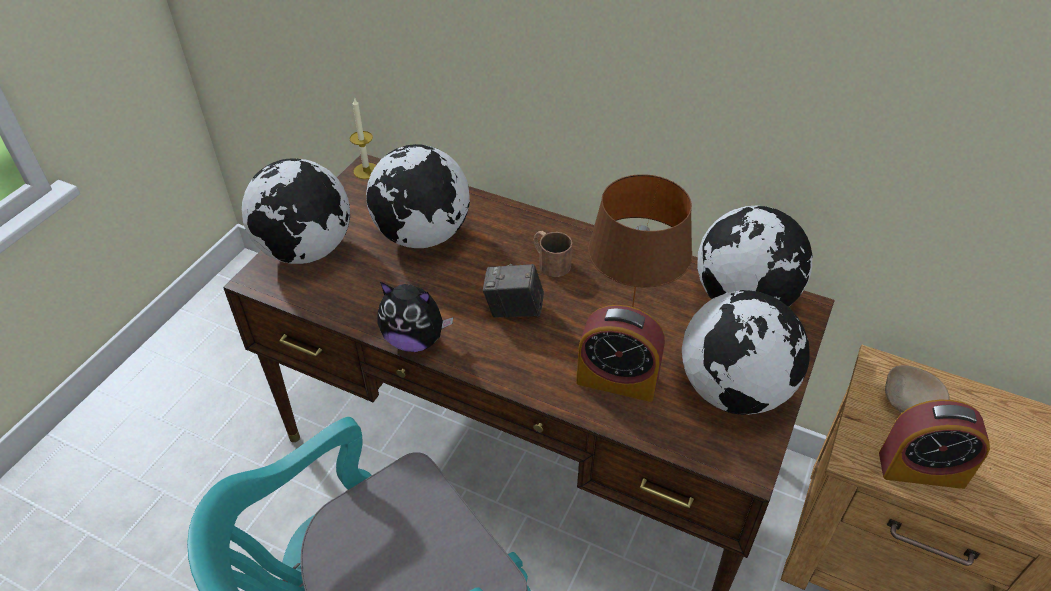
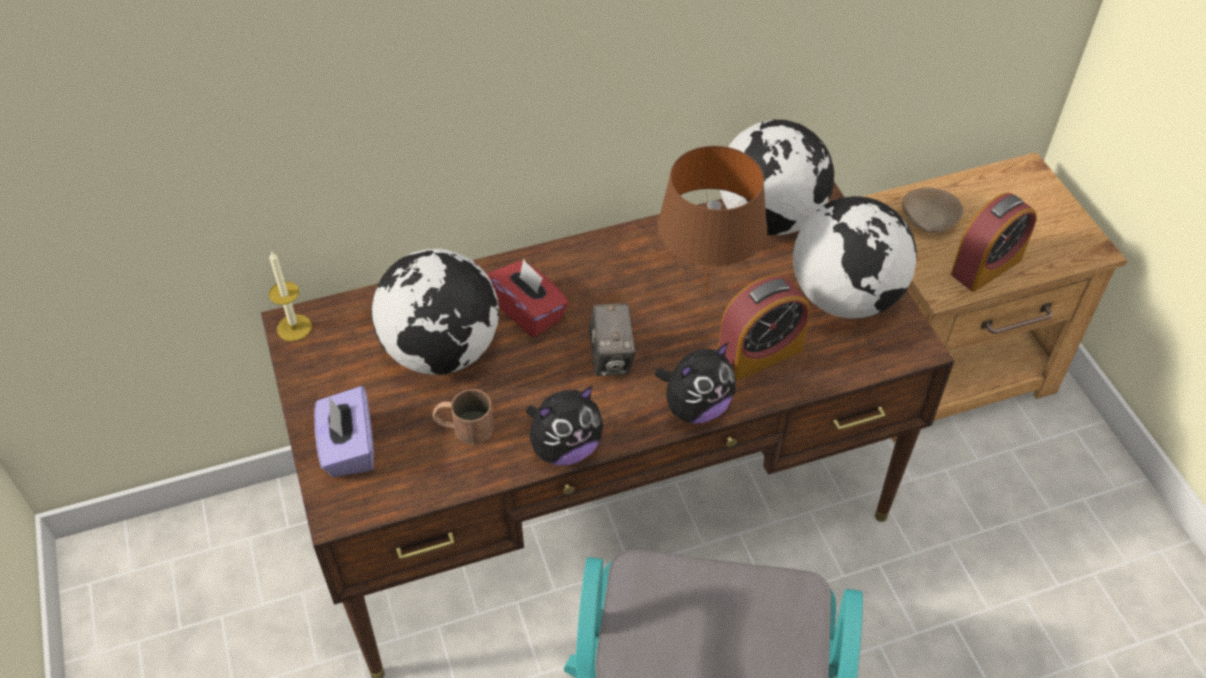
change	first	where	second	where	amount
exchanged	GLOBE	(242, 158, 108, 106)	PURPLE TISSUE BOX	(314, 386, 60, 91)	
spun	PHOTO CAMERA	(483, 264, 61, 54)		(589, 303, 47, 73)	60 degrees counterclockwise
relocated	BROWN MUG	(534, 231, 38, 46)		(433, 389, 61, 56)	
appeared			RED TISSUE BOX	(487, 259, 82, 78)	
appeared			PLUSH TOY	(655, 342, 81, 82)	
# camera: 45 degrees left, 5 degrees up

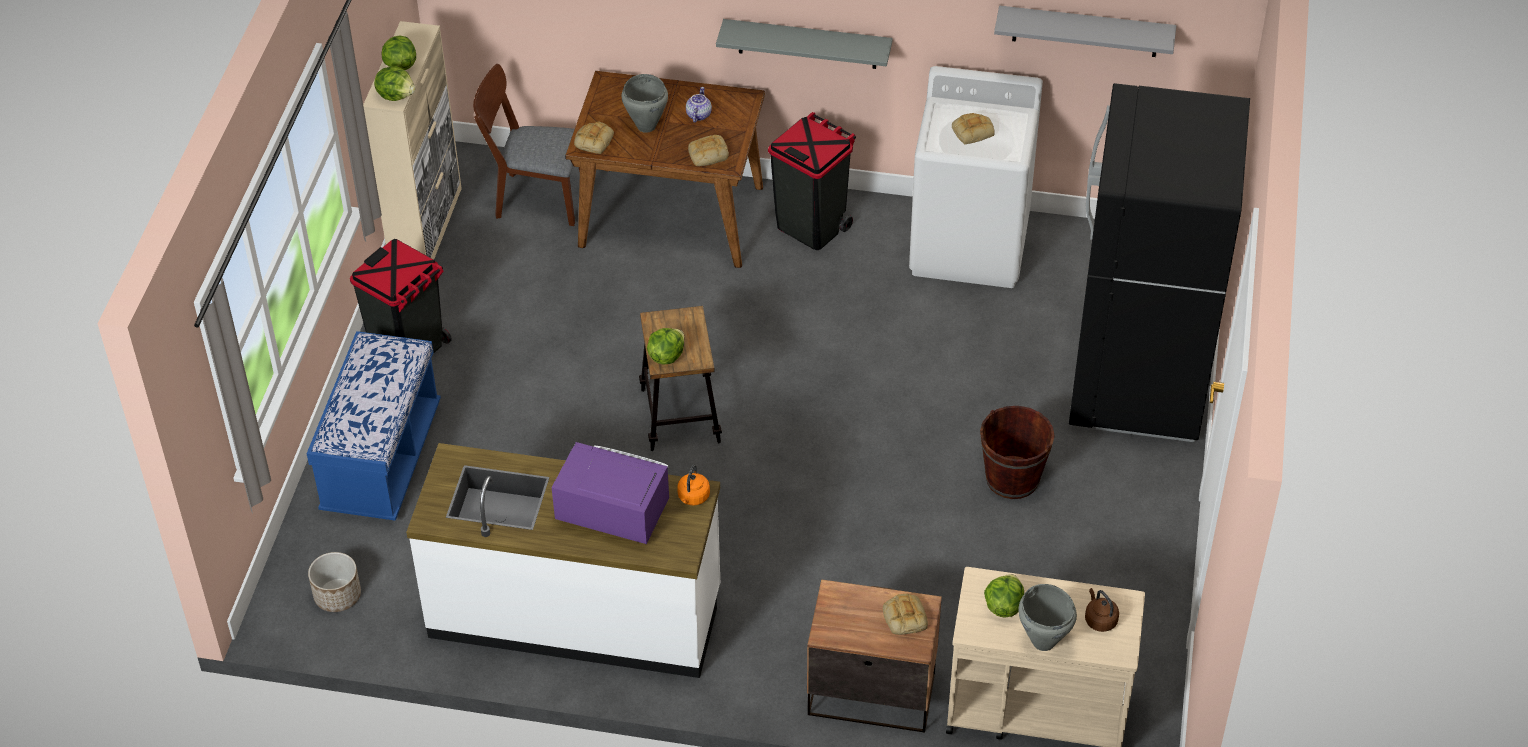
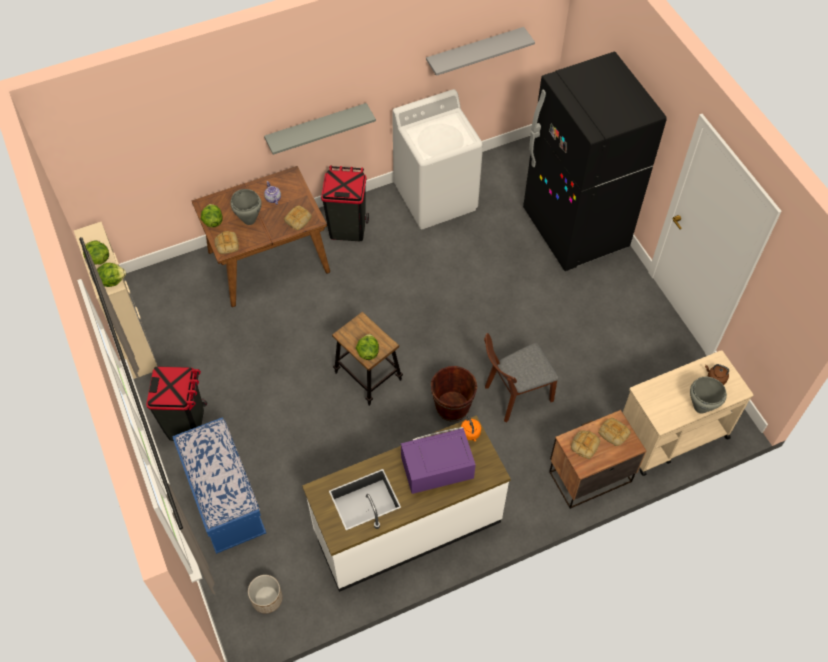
change	first	where	second	where	amount
relocated	BROWN CHAIR	(473, 64, 107, 162)		(484, 333, 75, 90)	
relocated	BREAD	(952, 113, 43, 31)		(571, 430, 29, 29)	
relocated	BROWN BUCKET	(980, 406, 75, 93)		(431, 366, 46, 56)	
relocated	LETTUCE	(984, 574, 40, 44)		(201, 204, 22, 23)	
# camera: 35 degrees left, 10 degrees up

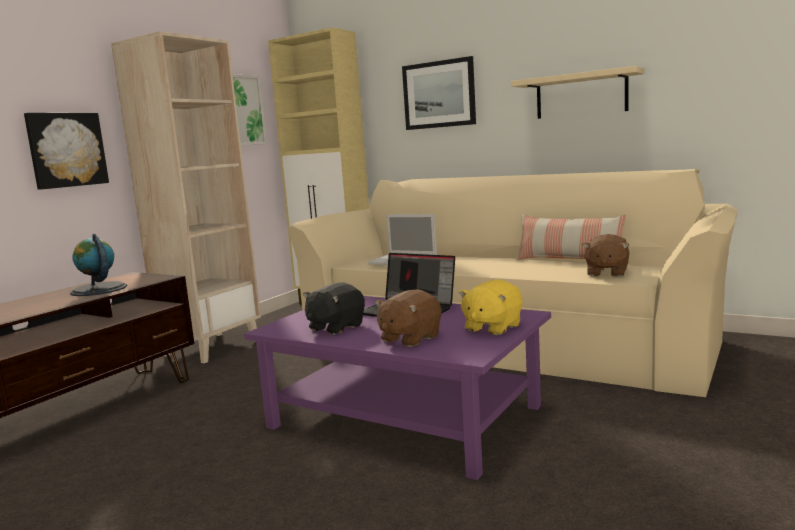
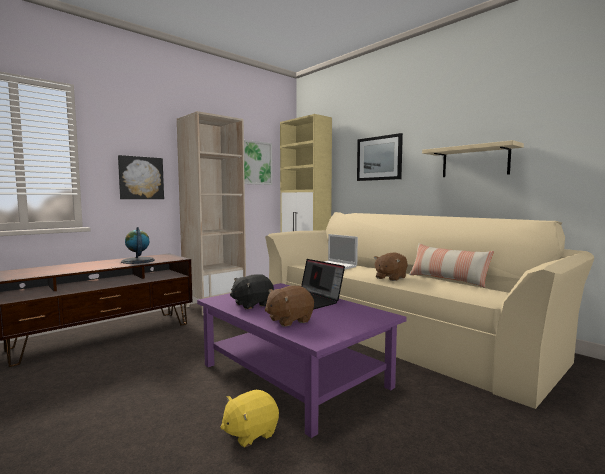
change	first	where	second	where	amount
relocated	YELLOW PLUSH TOY	(459, 280, 64, 55)		(220, 390, 59, 58)	
relocated	BROWN PLUSH TOY	(582, 234, 47, 43)		(374, 253, 34, 28)	
# camera: 15 degrees right, 5 degrees down

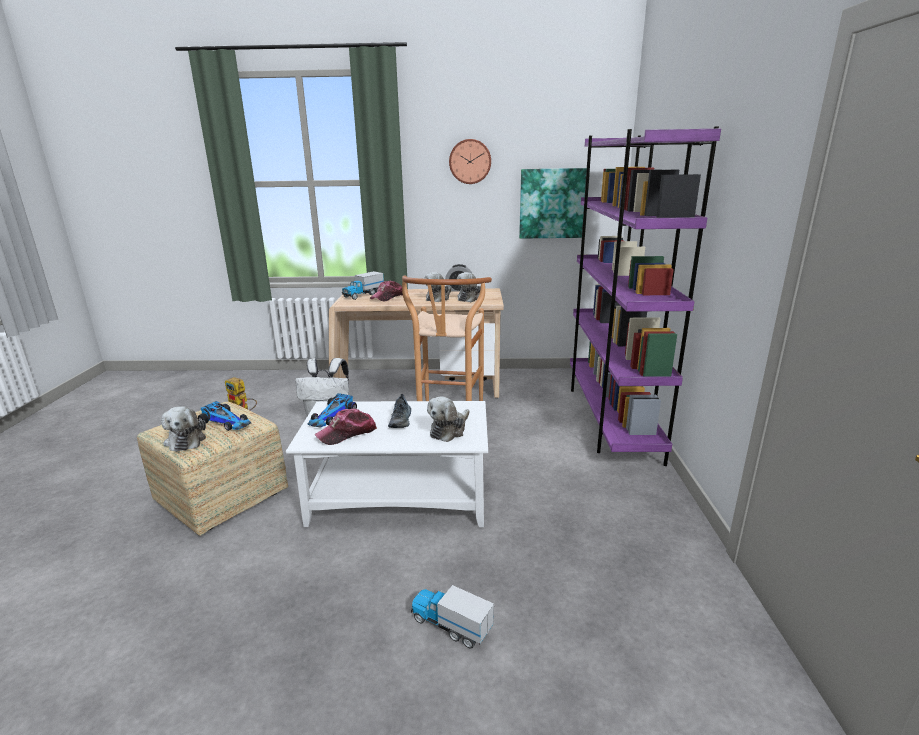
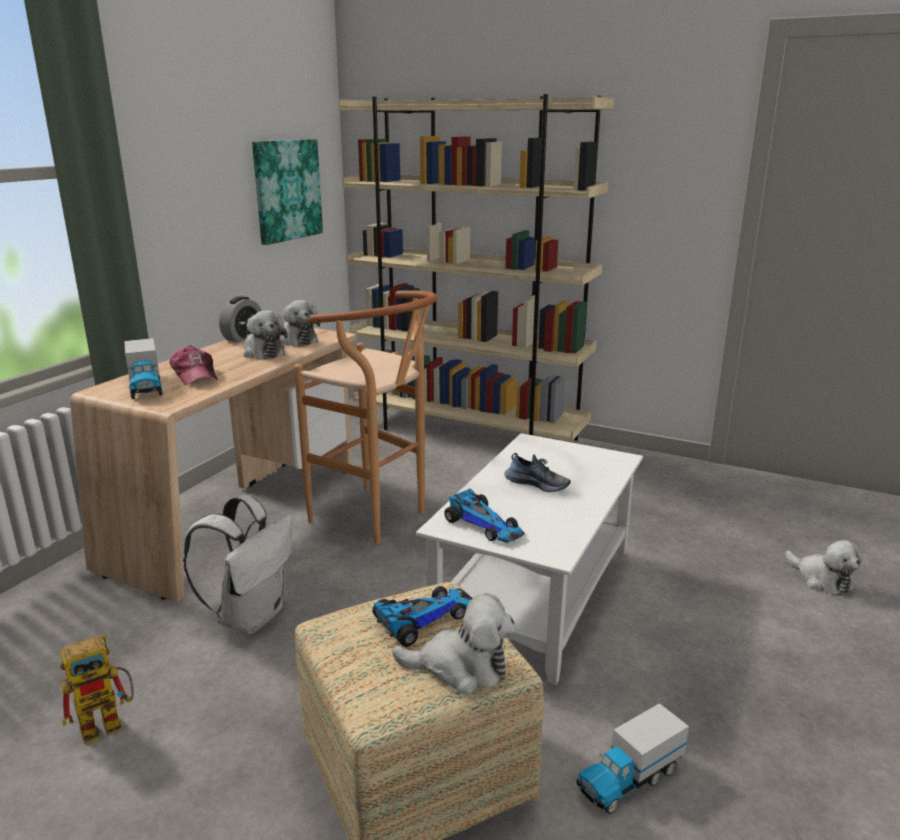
change	first	where	second	where	amount
missing	CAP	(314, 409, 63, 36)			
relocated	TOY TRUCK	(411, 585, 83, 63)		(576, 703, 113, 111)	
relocated	PLUSH TOY	(427, 396, 42, 46)		(785, 540, 77, 55)	
missing	WALL CLOCK	(449, 139, 42, 45)			
colour	PURPLE BOOKCASE	(570, 126, 151, 340)	BEIGE BOOKCASE	(338, 94, 277, 347)	
# camera: 65 degrees left, 0 degrees up

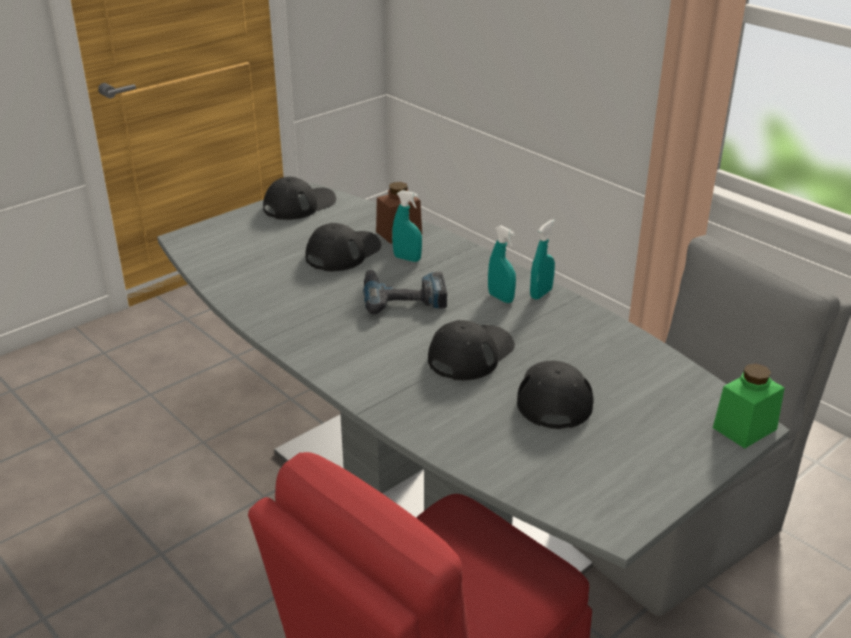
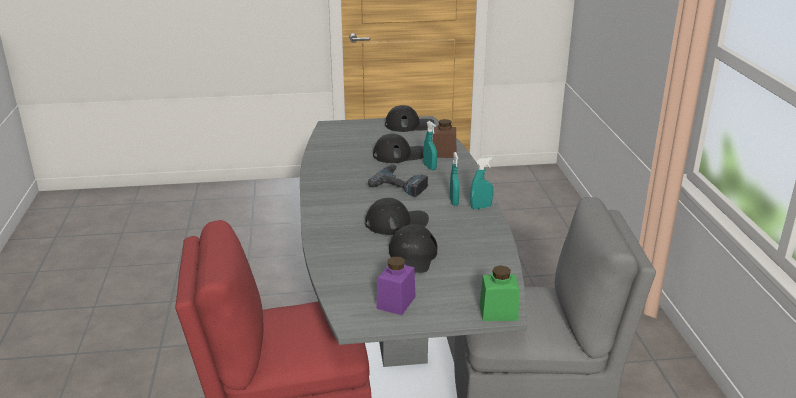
change	first	where	second	where	amount
spun	BLACK CAP	(517, 361, 77, 68)		(389, 224, 49, 49)	150 degrees clockwise
appeared			PURPLE JAR	(376, 257, 40, 58)	
# camera: 35 degrees right, 5 degrees down

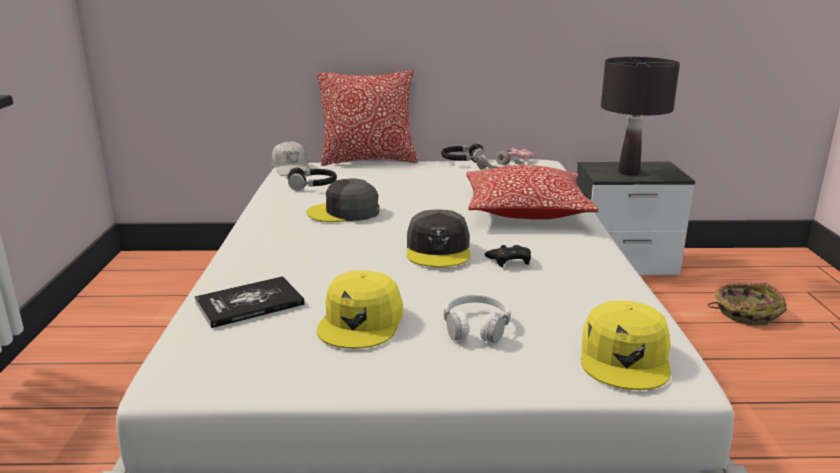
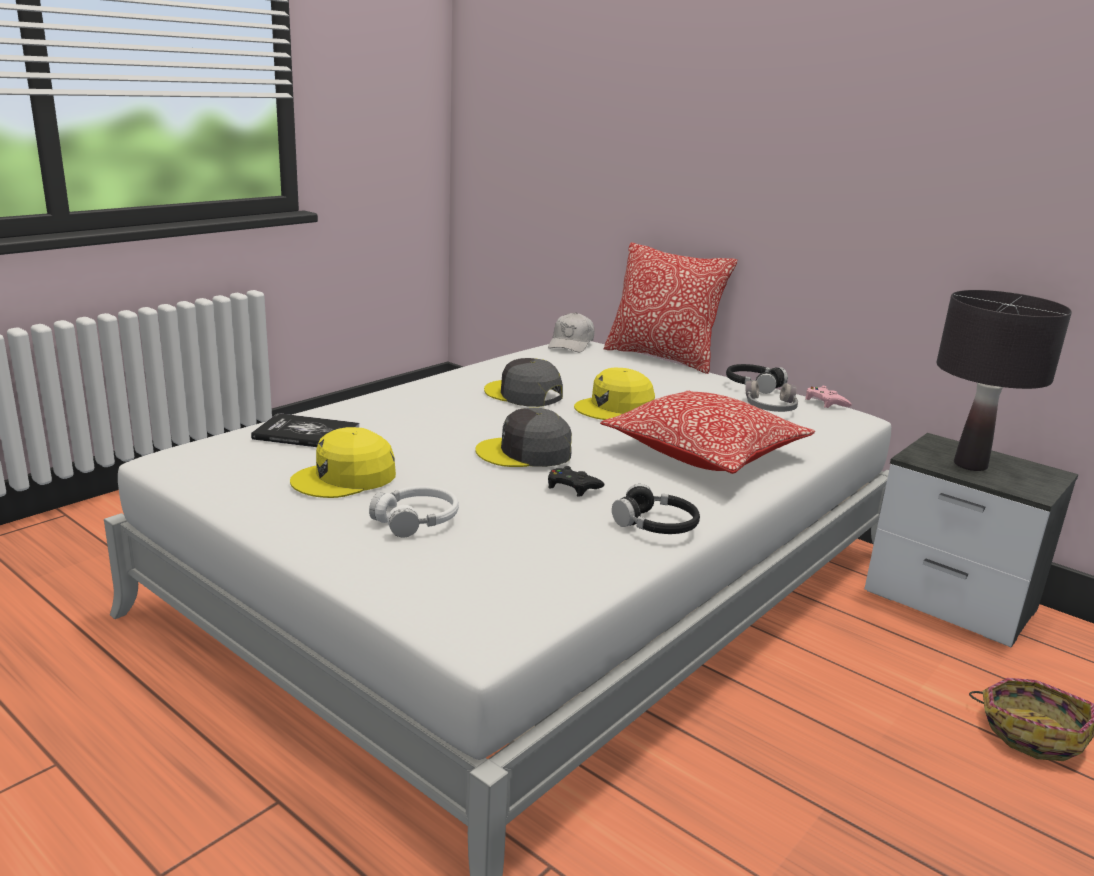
change	first	where	second	where	amount
relocated	BLACK HEADPHONES	(287, 167, 50, 24)		(612, 484, 88, 50)	
spun	GREY CAP	(407, 209, 63, 58)		(475, 408, 97, 59)	45 degrees clockwise
relocated	YELLOW CAP	(581, 301, 90, 89)		(574, 368, 81, 52)	
# camera: 40 degrees right, 0 degrees up

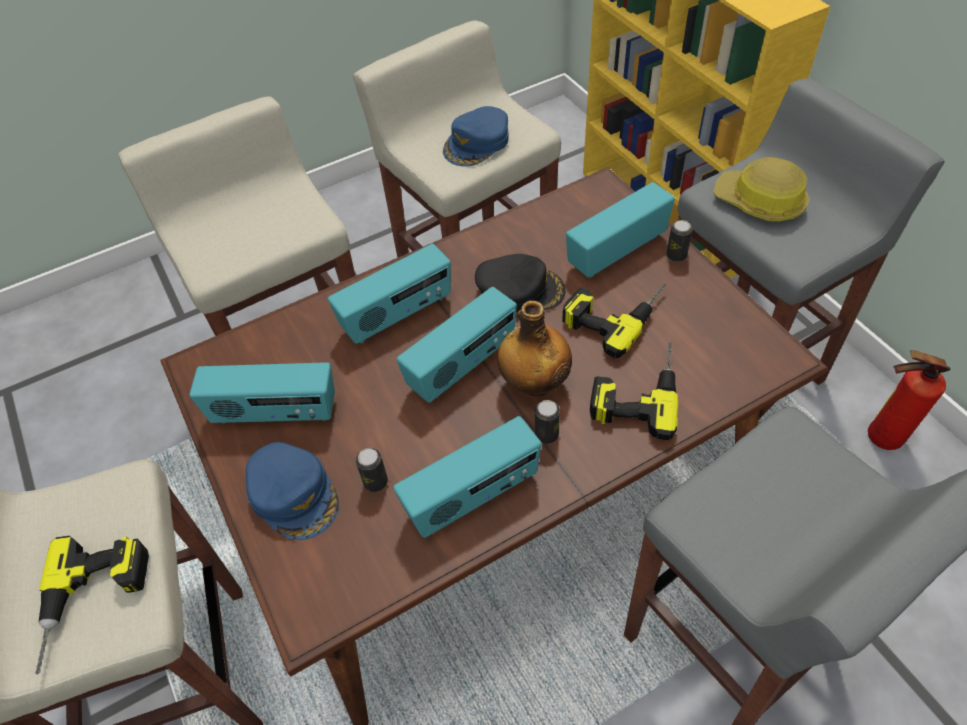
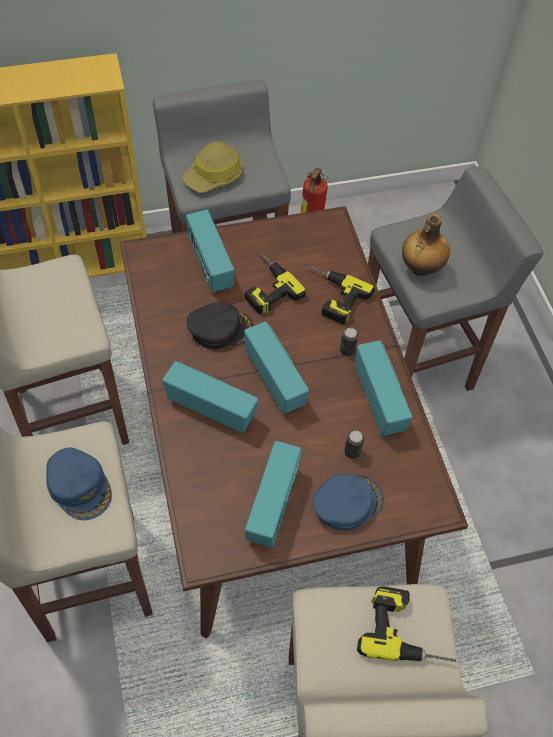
change	first	where	second	where	amount
spun	RADIO	(328, 244, 123, 100)		(162, 361, 96, 72)	45 degrees counterclockwise
relocated	BLUE CAP	(443, 106, 66, 61)		(46, 447, 66, 73)	
spun	BLACK CAP	(475, 254, 91, 58)		(187, 302, 67, 47)	60 degrees clockwise
relocated	BOTTLE	(497, 301, 75, 95)		(402, 214, 48, 62)	
missing	CAN	(666, 220, 27, 42)			
# camera: 80 degrees left, 5 degrees up

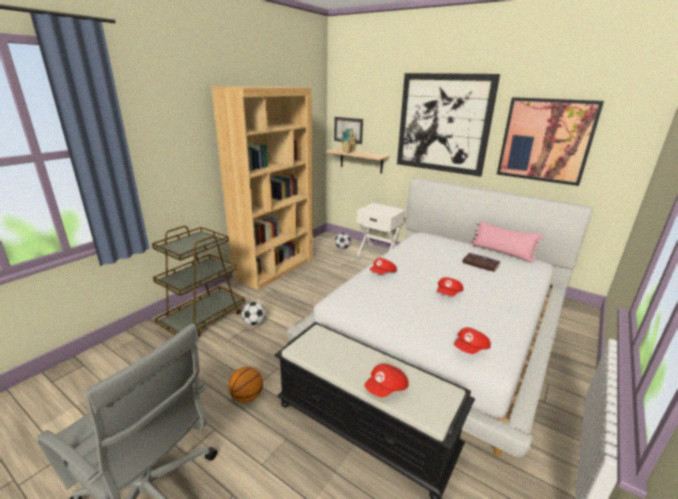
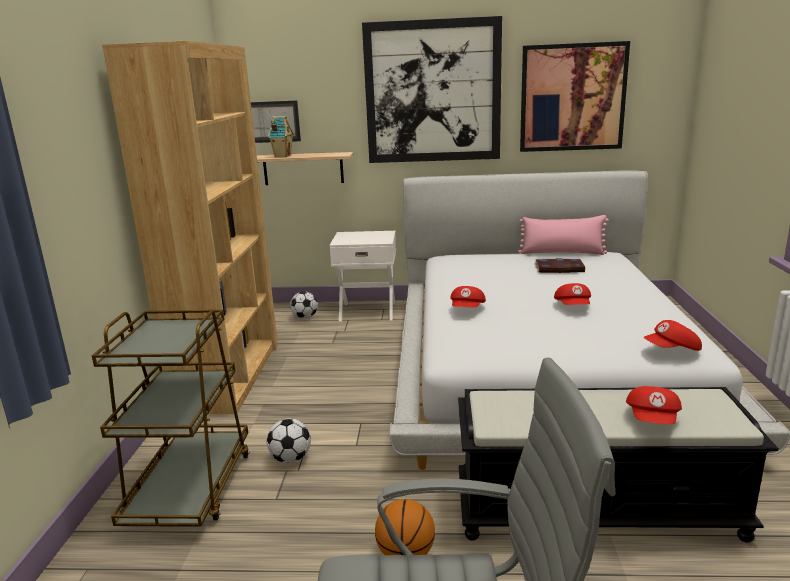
change	first	where	second	where	amount
spun	RED CAP	(454, 327, 37, 27)		(644, 320, 58, 31)	60 degrees clockwise
# camera: 30 degrees left, 5 degrees down

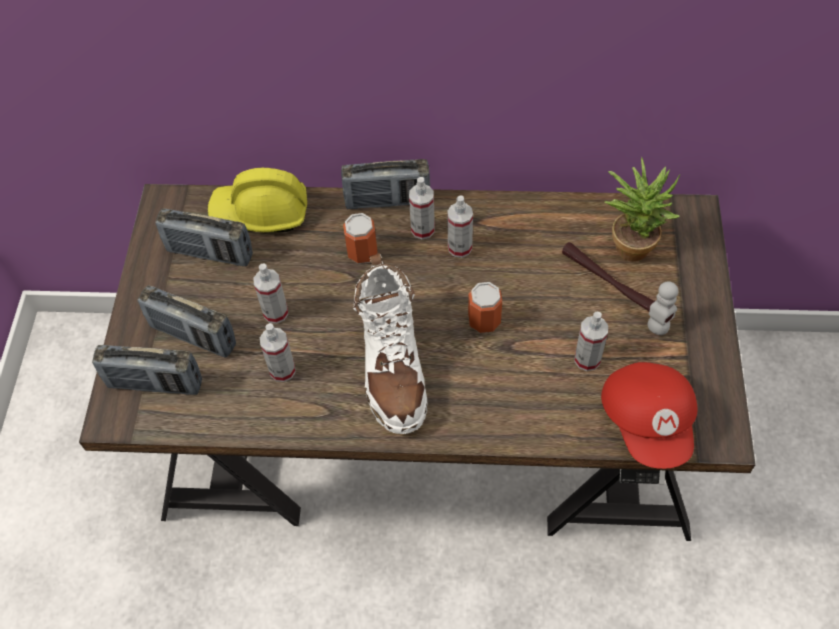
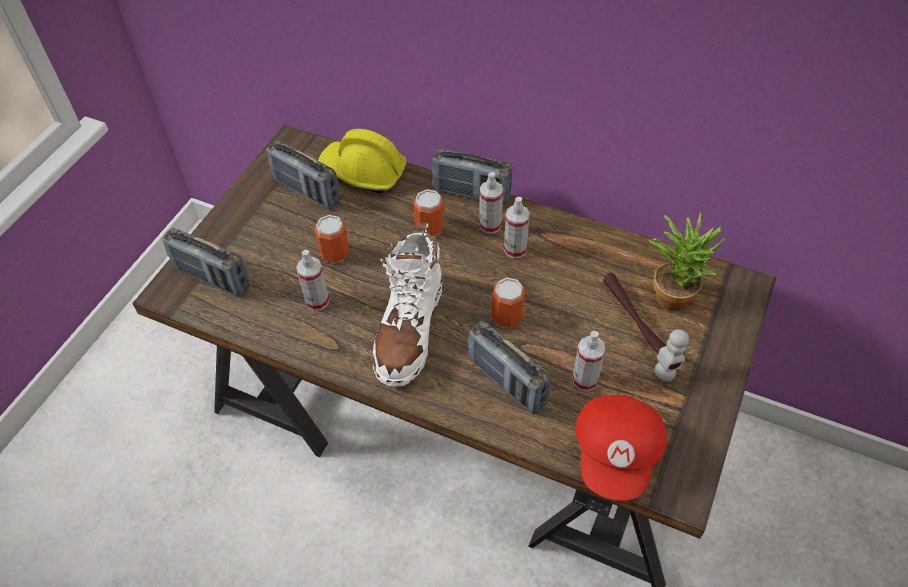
change	first	where	second	where	amount
relocated	RADIO	(137, 285, 99, 73)		(468, 321, 83, 93)	
exchanged	SPRAY BOTTLE	(253, 263, 35, 61)	CAN	(315, 215, 35, 49)	
# camera: 20 degrees right, 5 degrees down

